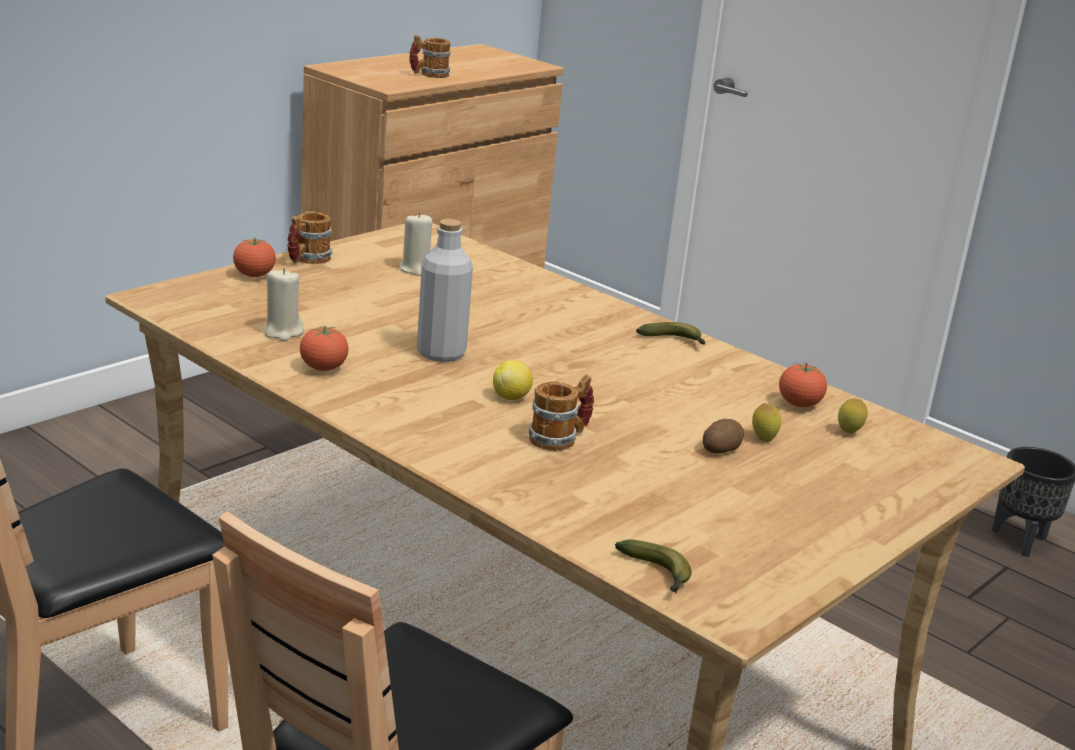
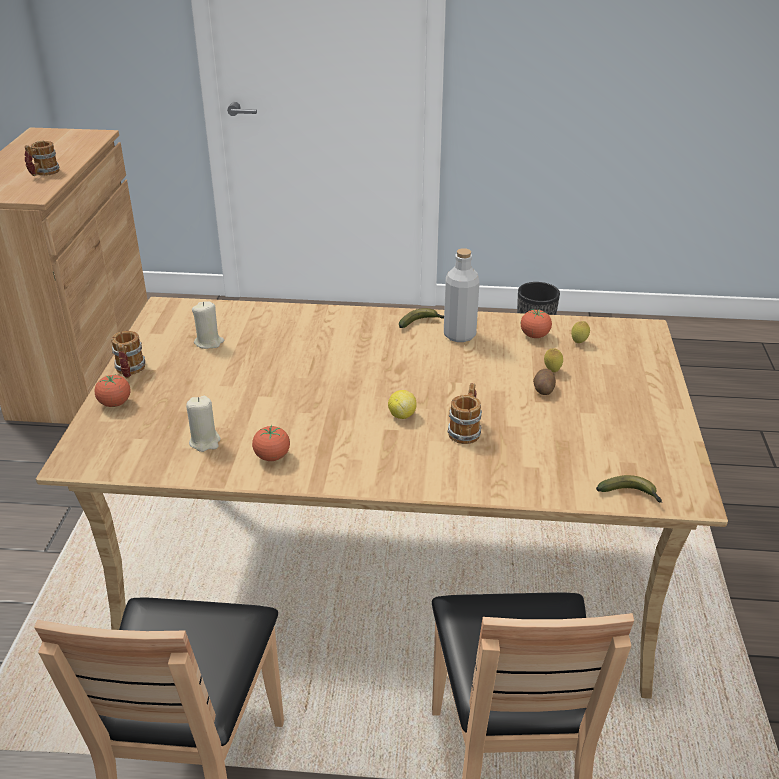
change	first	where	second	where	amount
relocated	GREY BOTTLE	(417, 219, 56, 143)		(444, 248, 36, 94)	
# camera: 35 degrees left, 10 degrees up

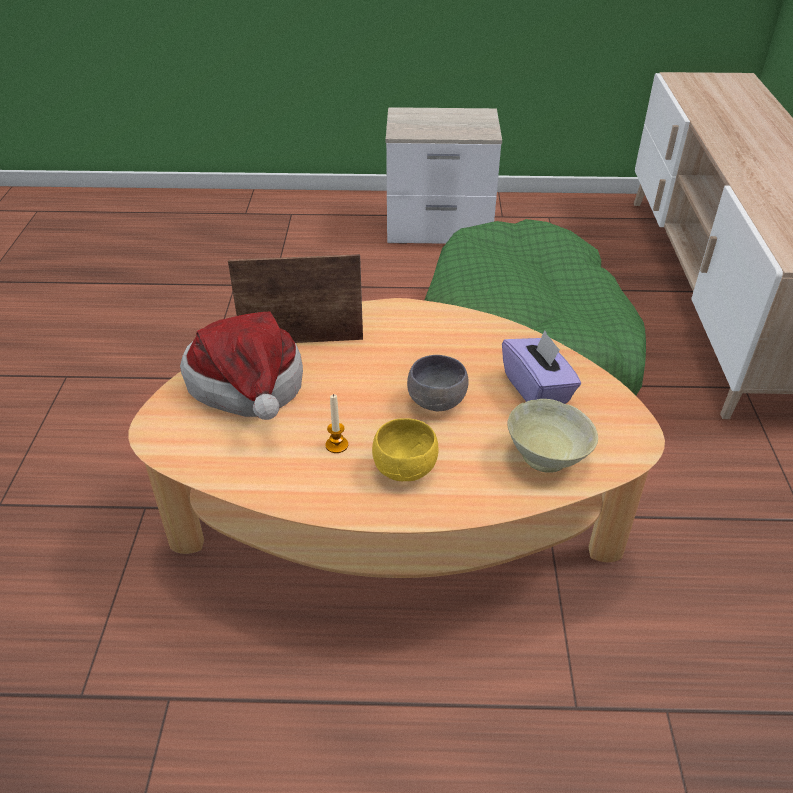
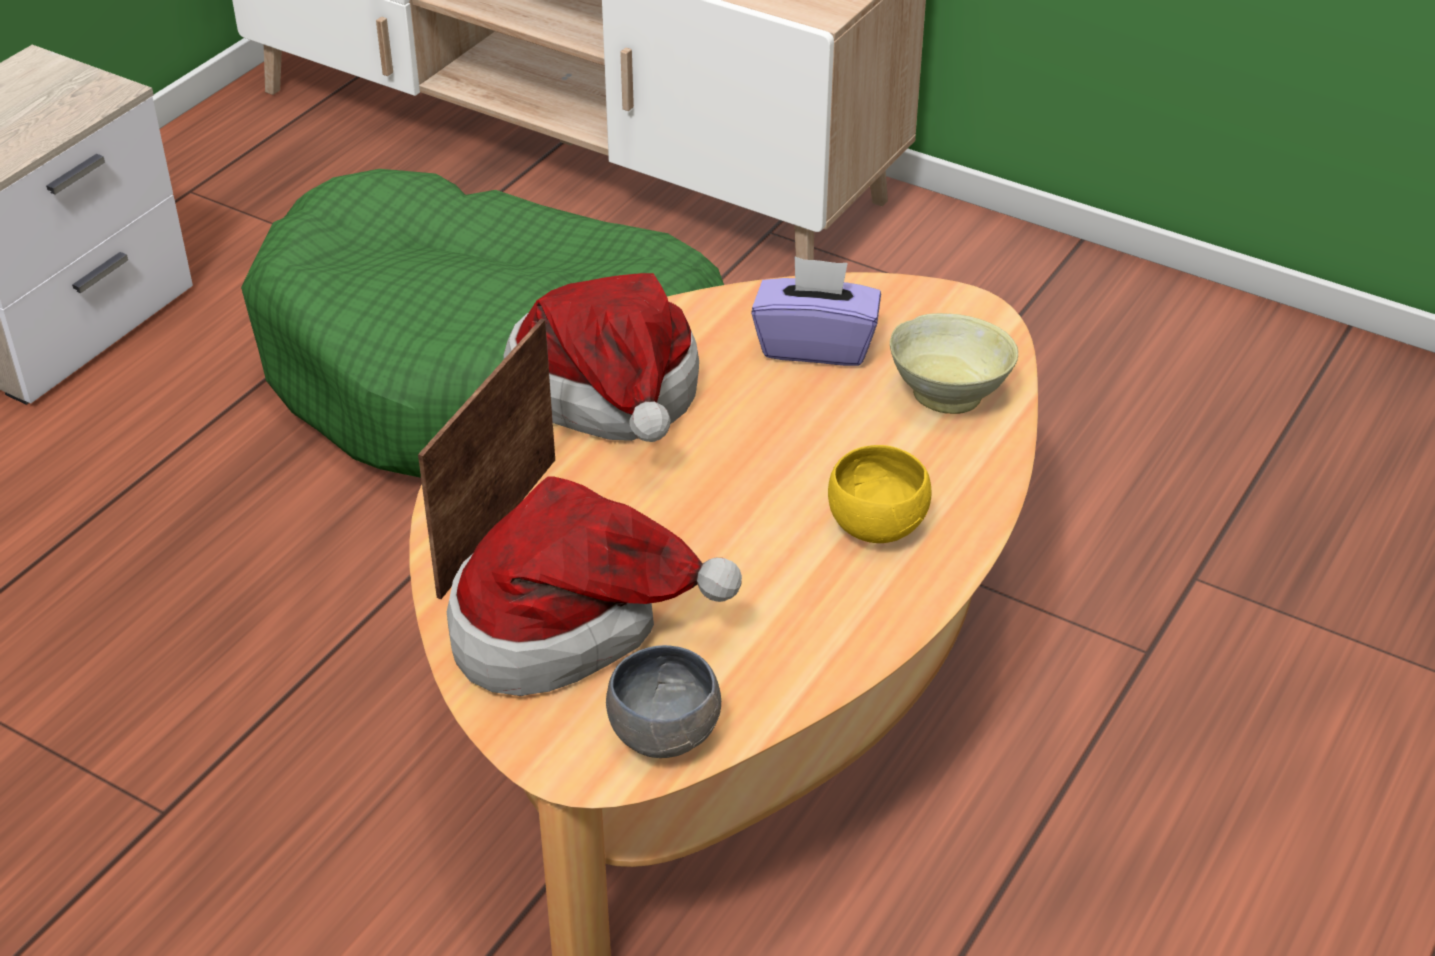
change	first	where	second	where	amount
missing	CANDLE	(325, 394, 23, 59)			
relocated	GREY BOWL	(407, 355, 62, 56)		(606, 645, 115, 113)	
appeared			HAT	(503, 273, 196, 169)	
# camera: 60 degrees left, 0 degrees up

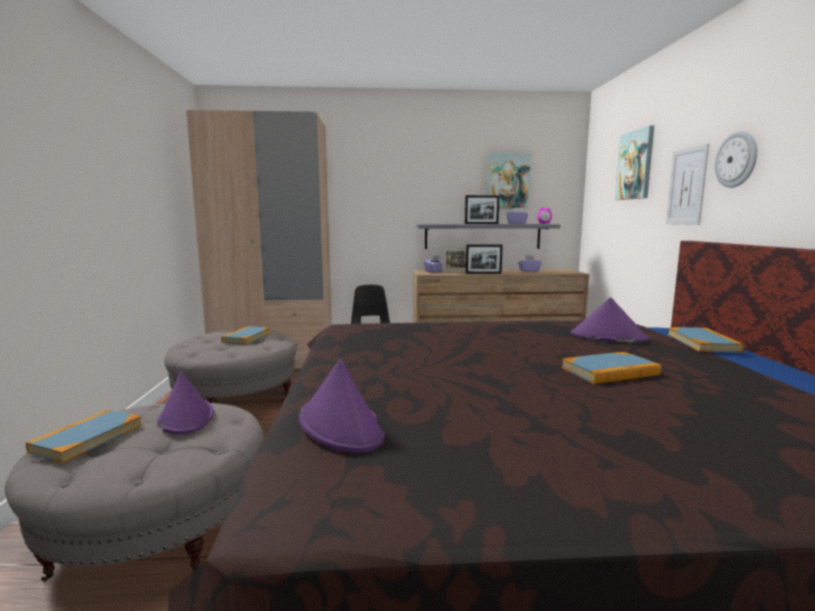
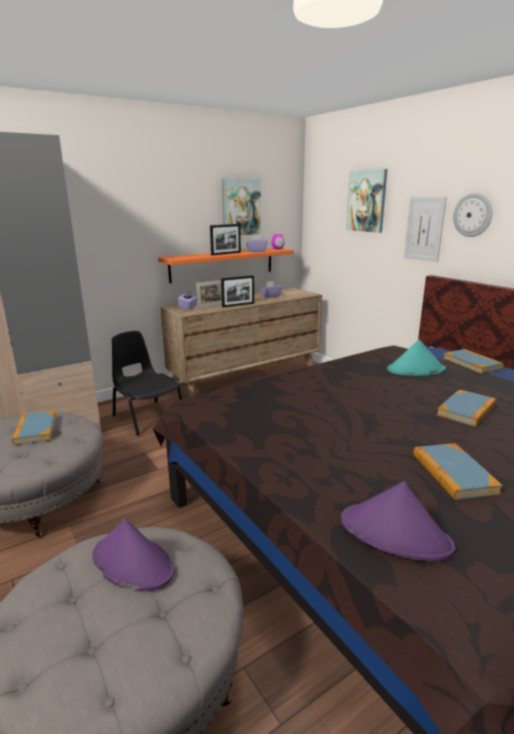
change	first	where	second	where	amount
relocated	BOOK	(26, 409, 116, 54)		(413, 443, 90, 57)	
colour	GREY SHELF	(416, 224, 144, 25)	ORANGE SHELF	(158, 248, 136, 35)	
colour	PURPLE HAT	(571, 297, 79, 46)	TURQUOISE HAT	(387, 339, 59, 37)	
# camera: 30 degrees left, 10 degrees up

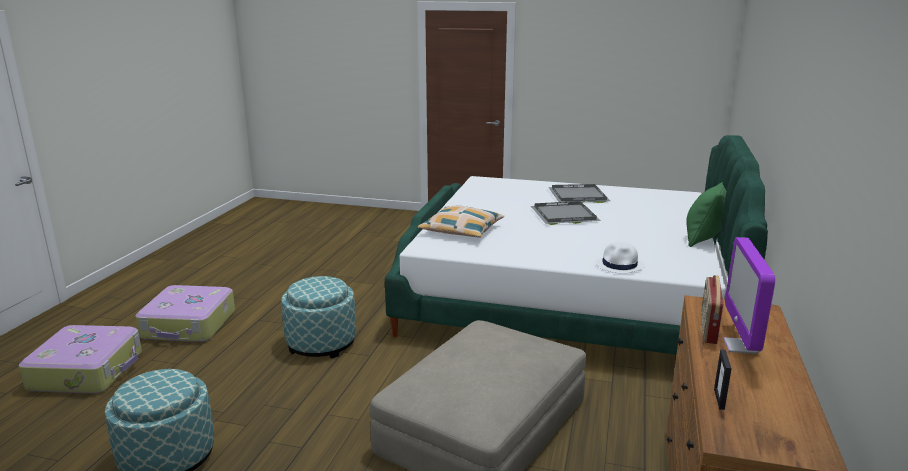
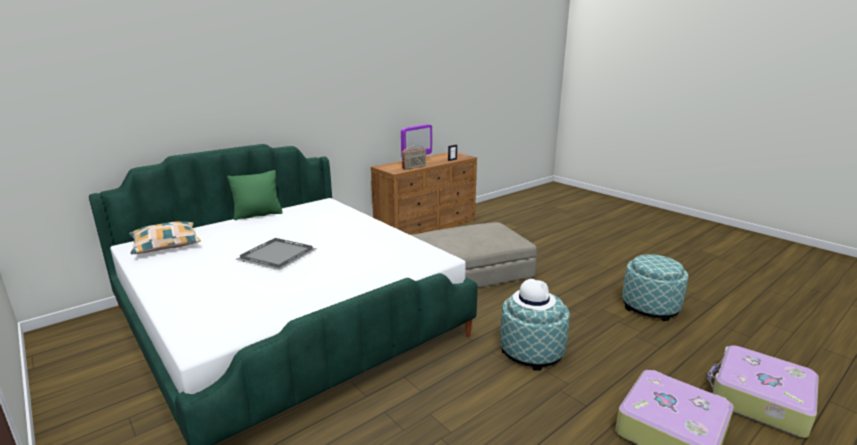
change	first	where	second	where	amount
relocated	PILLOW	(418, 206, 86, 32)		(129, 221, 72, 33)	
missing	GREY TRAY	(548, 184, 62, 19)			
relocated	WHITE HAT	(595, 241, 49, 33)		(513, 279, 43, 32)	
# camera: 145 degrees left, 0 degrees up

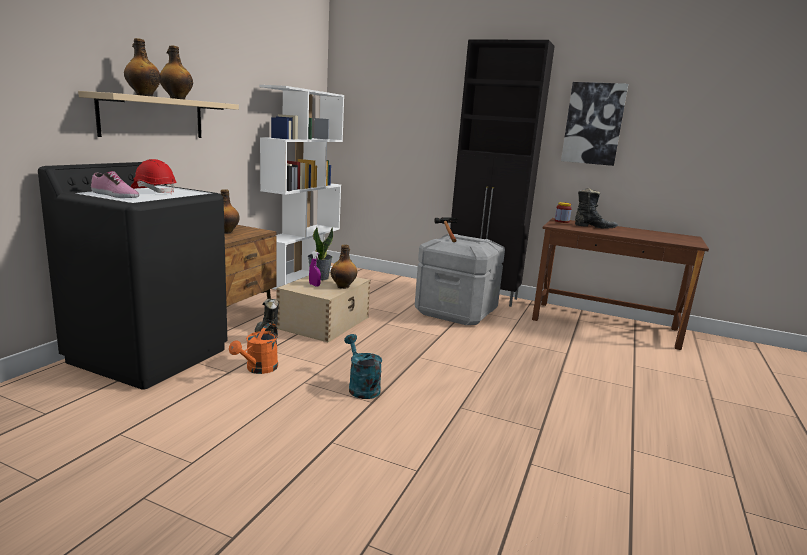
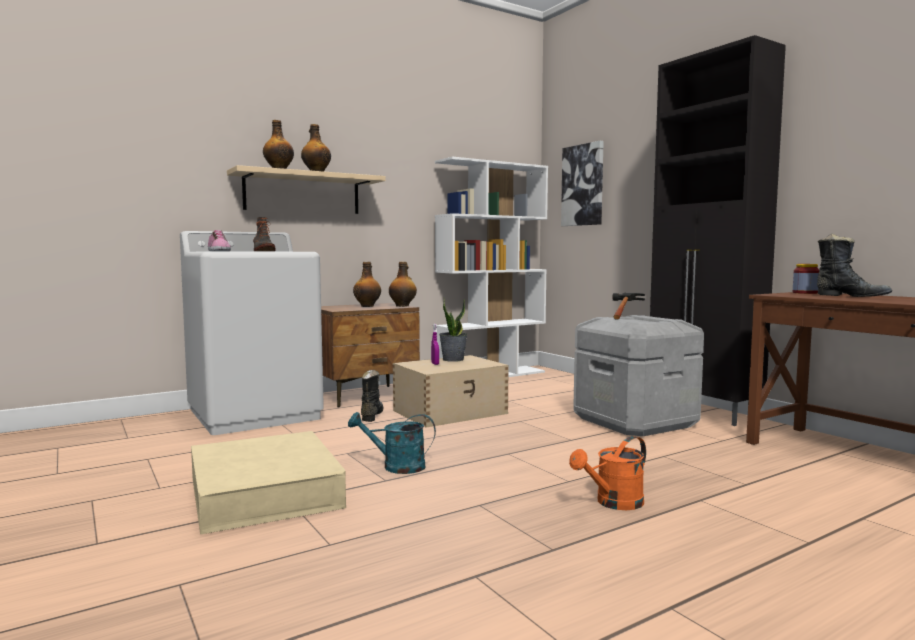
change	first	where	second	where	amount
colour	BLACK WASHING MACHINE	(38, 162, 189, 228)	WHITE WASHING MACHINE	(180, 231, 144, 204)	
exchanged	RED HARD HAT	(131, 159, 45, 35)	BOOT	(253, 217, 22, 34)	
relocated	ORANGE WATERING CAN	(229, 323, 49, 51)		(569, 436, 77, 74)	
relocated	BOTTLE	(331, 245, 26, 44)		(389, 262, 28, 45)	
spun	TURQUOISE WATERING CAN	(344, 334, 38, 65)		(348, 412, 88, 62)	90 degrees counterclockwise
relocated	PICTURE	(561, 82, 67, 84)		(561, 141, 43, 85)	
appeared			BEIGE STORAGE BOX	(191, 431, 155, 104)	
# camera: 35 degrees right, 10 degrees down

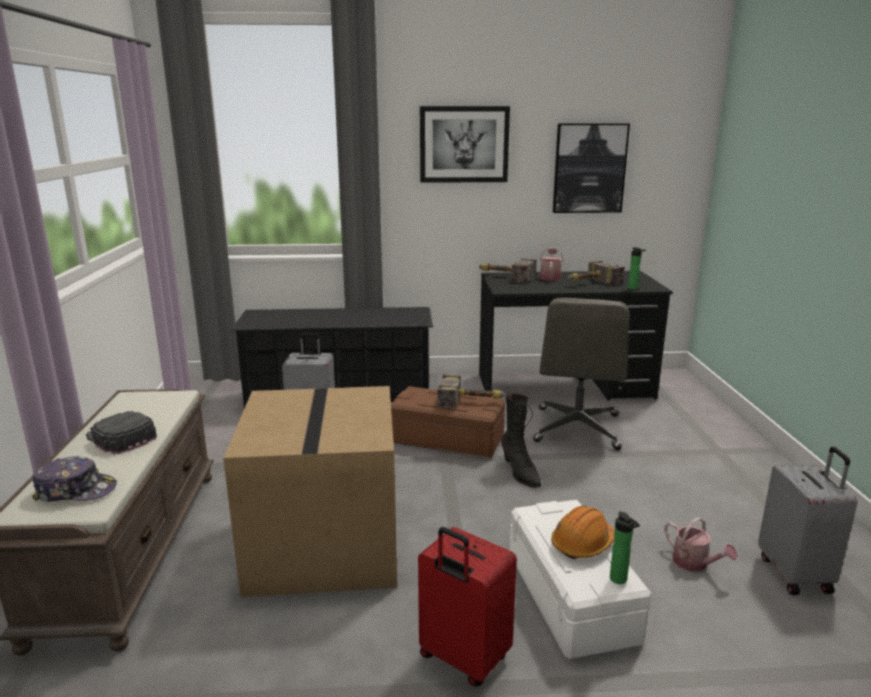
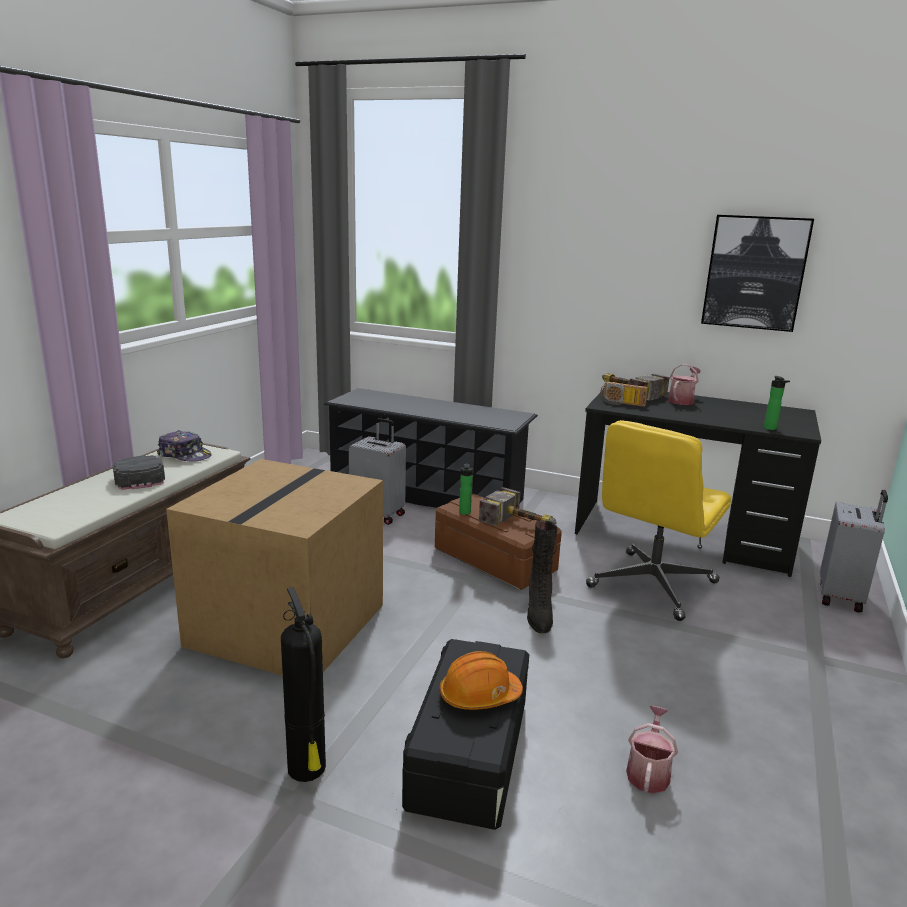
change	first	where	second	where	amount
relocated	CAP	(32, 456, 85, 46)		(157, 430, 55, 32)	
exchanged	RED SUITCASE	(418, 527, 99, 159)	FIRE EXTINGUISHER	(281, 587, 45, 195)	
missing	PICTURE	(420, 106, 90, 77)			
colour	WHITE STORAGE BOX	(509, 500, 142, 159)	BLACK STORAGE BOX	(402, 639, 127, 191)	
colour	GREY OFFICE CHAIR	(533, 298, 97, 152)	YELLOW OFFICE CHAIR	(586, 420, 145, 201)	
missing	HAMMER	(567, 261, 58, 24)			
relocated	BOTTLE	(610, 511, 30, 73)		(459, 463, 14, 52)	
spun	WATERING CAN	(664, 517, 74, 54)		(626, 706, 52, 88)	150 degrees counterclockwise
relocated	GREY SUITCASE	(758, 447, 100, 148)		(820, 490, 68, 123)	
appeared			RADIO	(600, 382, 48, 25)	
# camera: 25 degrees right, 0 degrees up

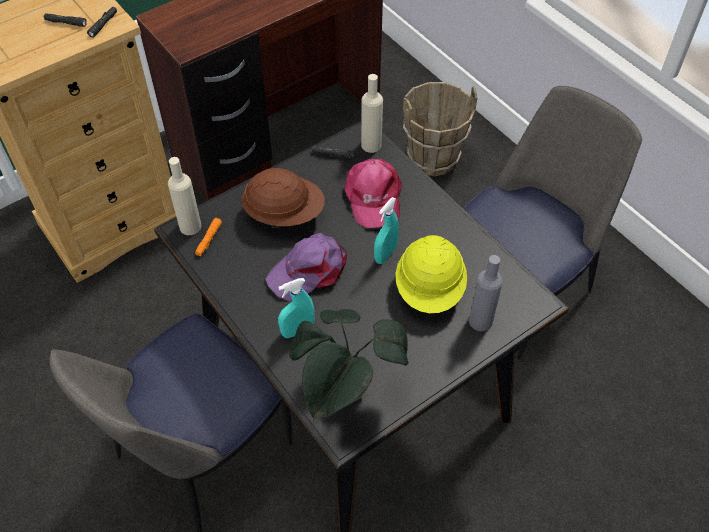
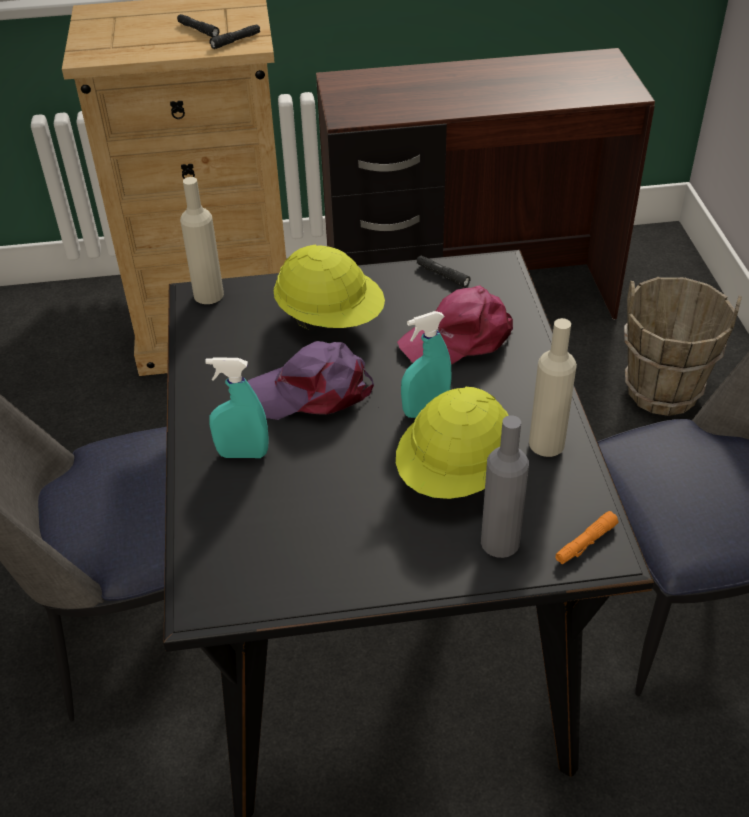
change	first	where	second	where	amount
relocated	ORANGE FLASHLIGHT	(195, 218, 27, 38)		(555, 511, 64, 53)	
colour	BROWN HARD HAT	(242, 168, 83, 60)	YELLOW HARD HAT	(273, 244, 112, 86)	
missing	POTTED PLANT	(289, 309, 120, 112)			
spun	PINK CAP	(344, 159, 58, 69)		(397, 285, 116, 80)	45 degrees clockwise
relocated	BEIGE BOTTLE	(361, 74, 22, 79)		(529, 318, 48, 139)	
# camera: 30 degrees right, 10 degrees down

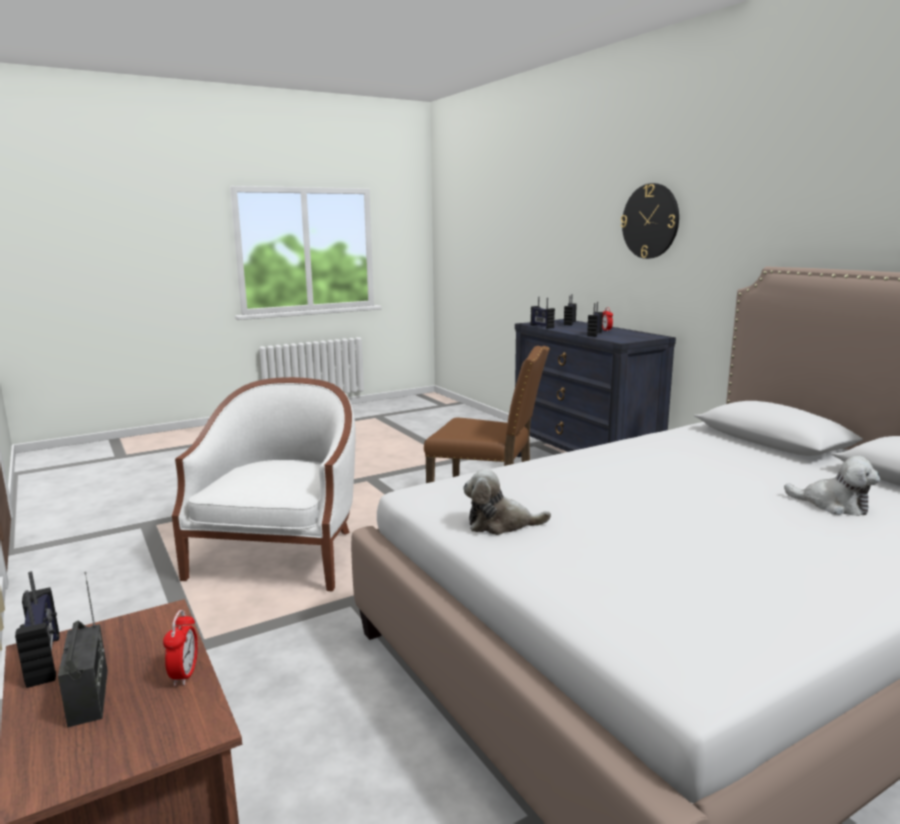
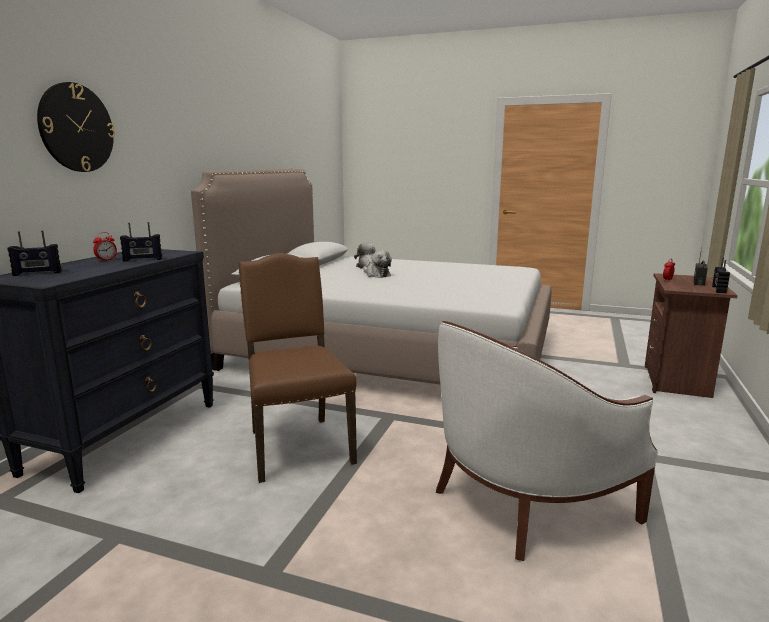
change	first	where	second	where	amount
relocated	PLUSH TOY	(463, 469, 88, 66)		(363, 251, 29, 27)	
missing	RADIO	(530, 297, 25, 32)			
# camera: 130 degrees left, 0 degrees up

